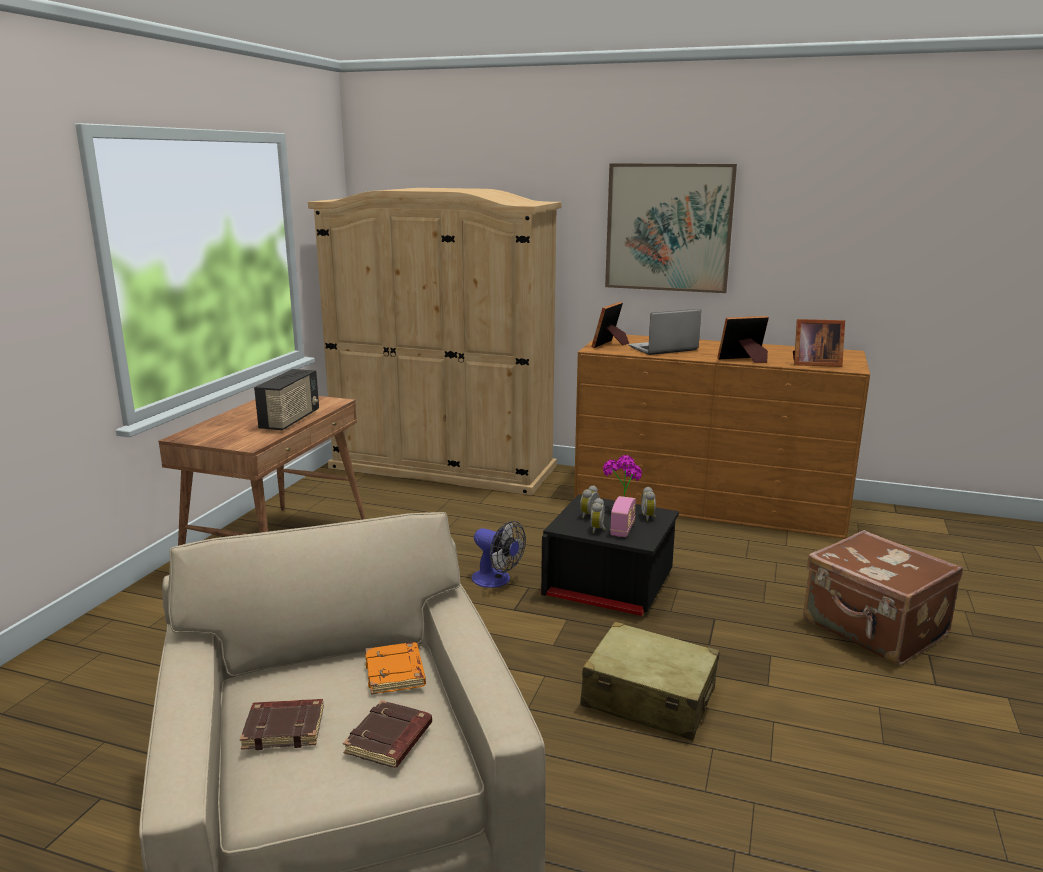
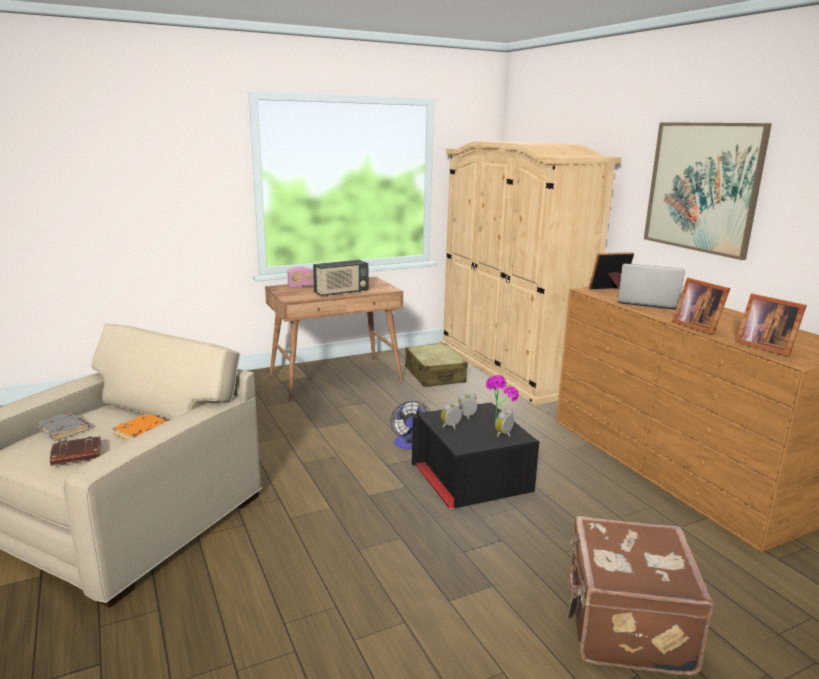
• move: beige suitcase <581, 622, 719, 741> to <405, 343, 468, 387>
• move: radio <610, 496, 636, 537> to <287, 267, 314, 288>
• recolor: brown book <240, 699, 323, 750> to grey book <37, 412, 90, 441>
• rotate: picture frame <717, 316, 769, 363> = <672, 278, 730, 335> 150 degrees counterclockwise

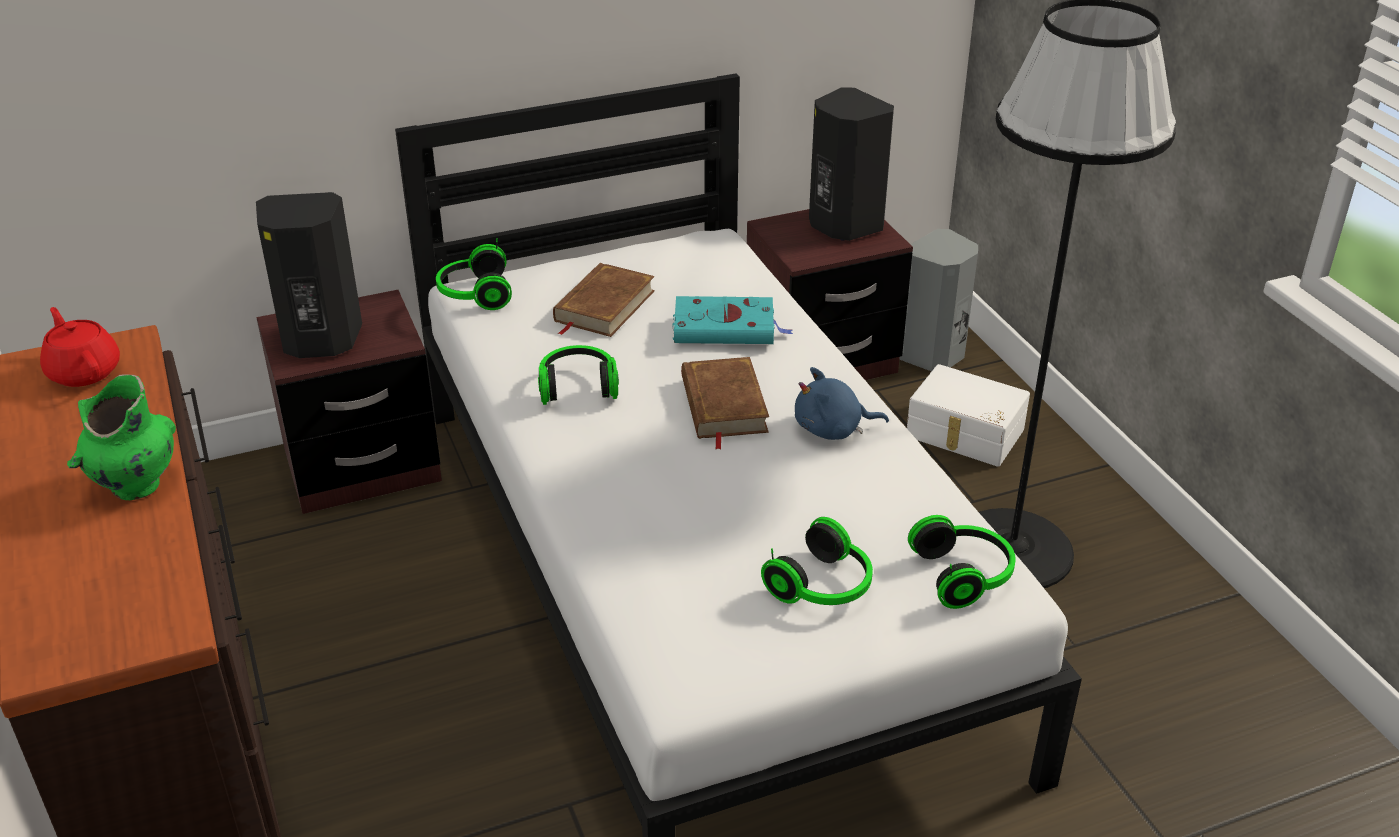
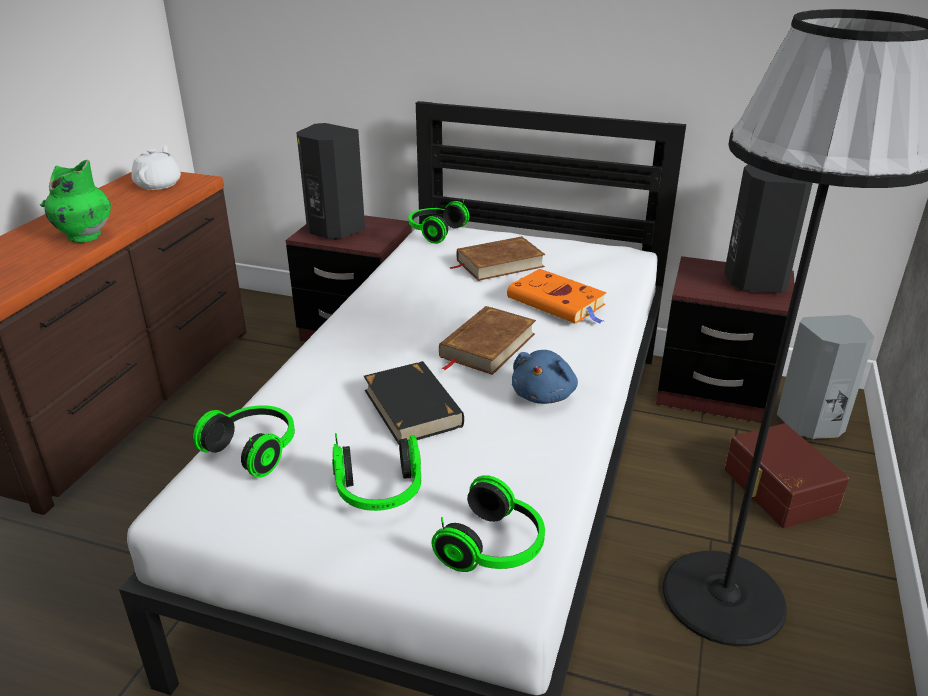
• insert: black book <364, 361, 464, 445>
• move: headphones <538, 345, 619, 405> to <193, 405, 295, 478>
• recolor: red teapot <40, 307, 120, 387> to white teapot <131, 145, 181, 190>
• recolor: turquoise book <672, 296, 793, 344> to orange book <507, 269, 606, 324>
• recolor: white storage box <907, 364, 1030, 466> to brown storage box <725, 423, 849, 528>
• rotate: blue plush toy <795, 367, 889, 440> = <512, 350, 578, 404> 105 degrees counterclockwise

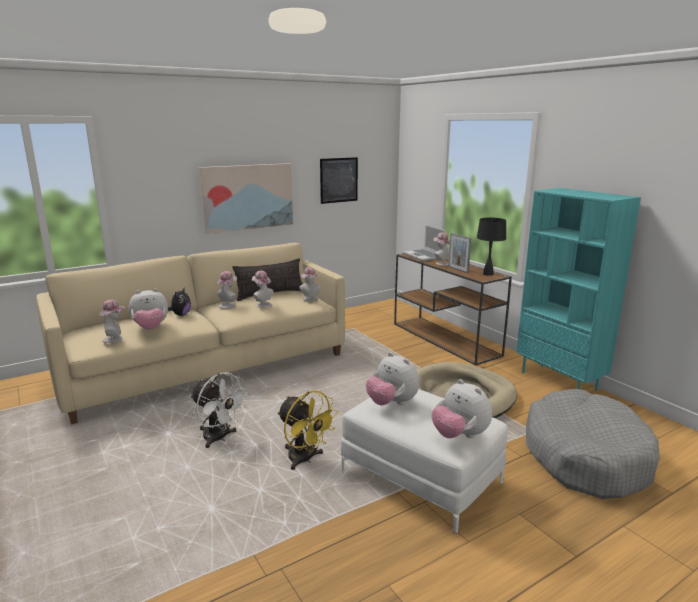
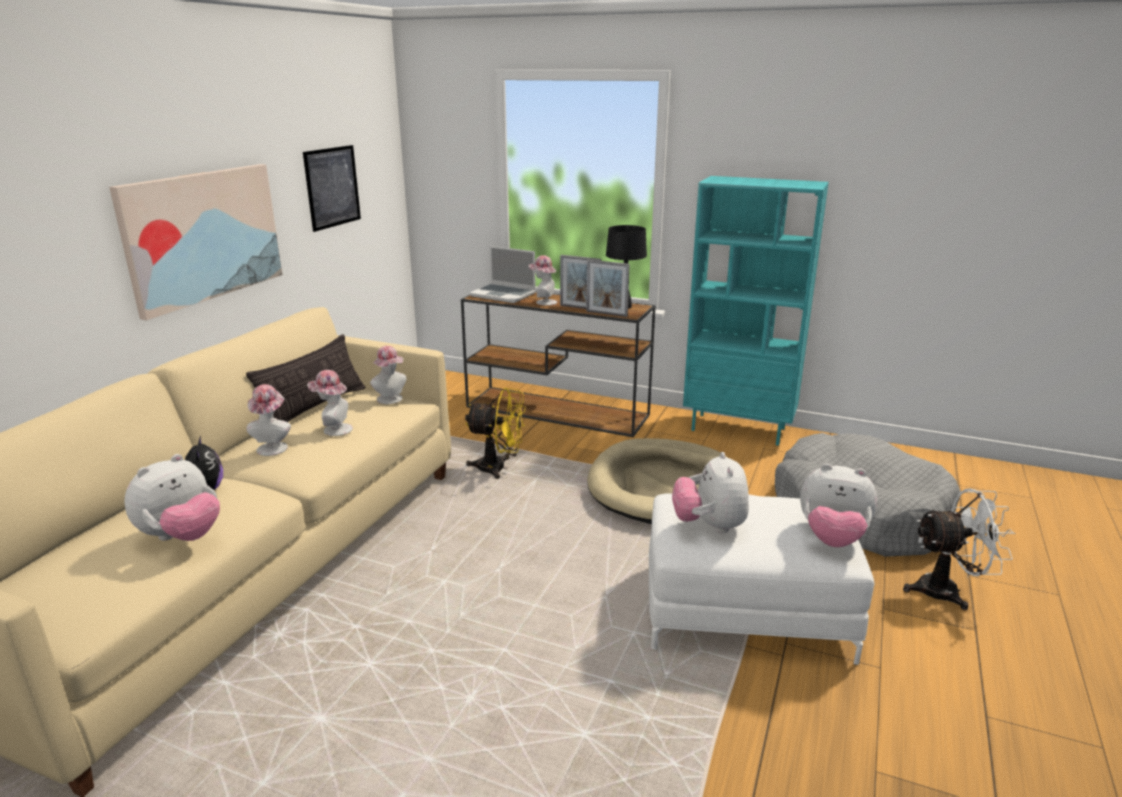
• delete: hat <99, 300, 125, 343>
• insert: picture frame <586, 259, 630, 317>
• move: white fan <190, 372, 248, 448> to <903, 489, 1016, 610>
• move: yellow fan <277, 390, 338, 470> to <465, 387, 526, 479>
• rotate: plush toy <366, 352, 419, 405> = <672, 452, 749, 534> 75 degrees clockwise

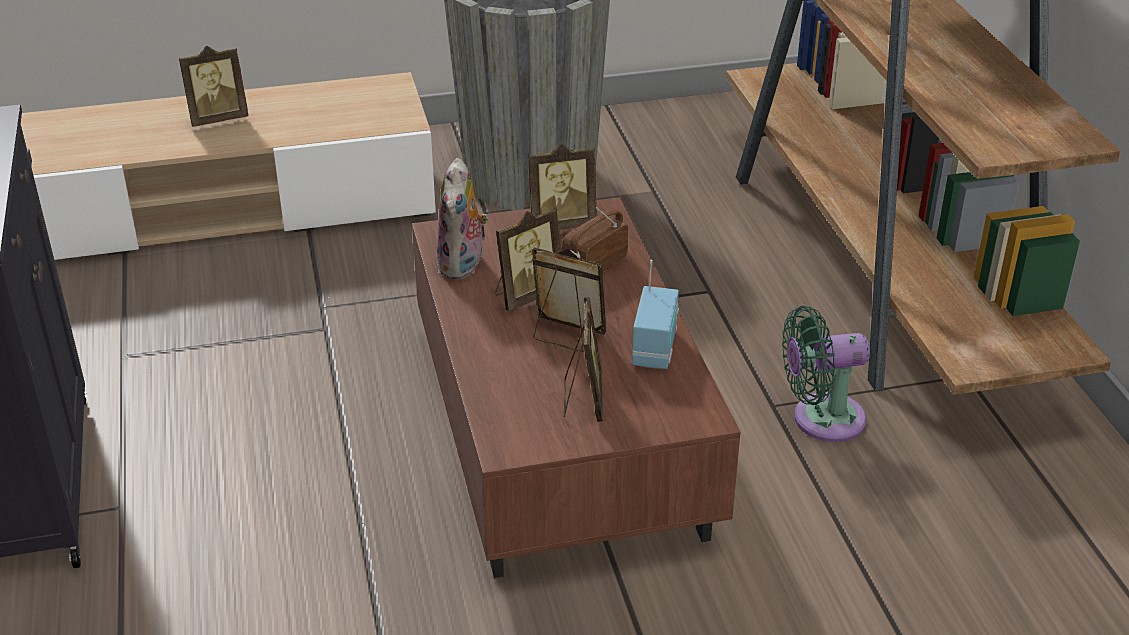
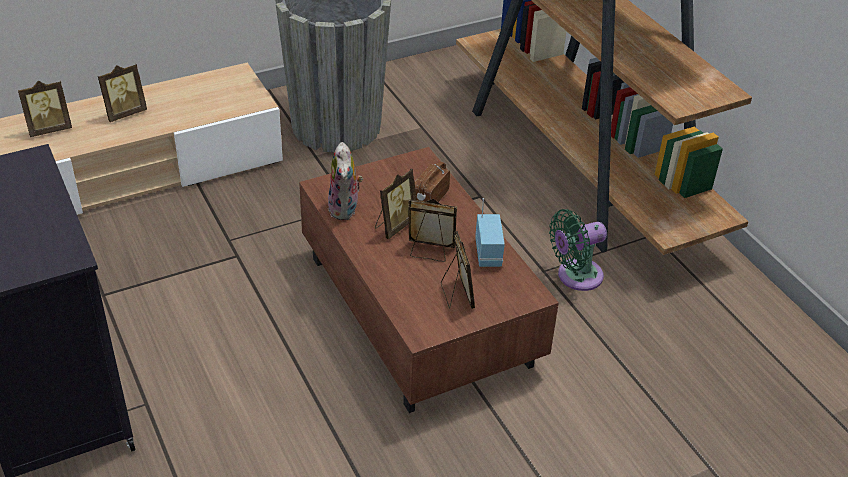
• move: picture frame <528, 143, 597, 229> to <18, 81, 72, 137>

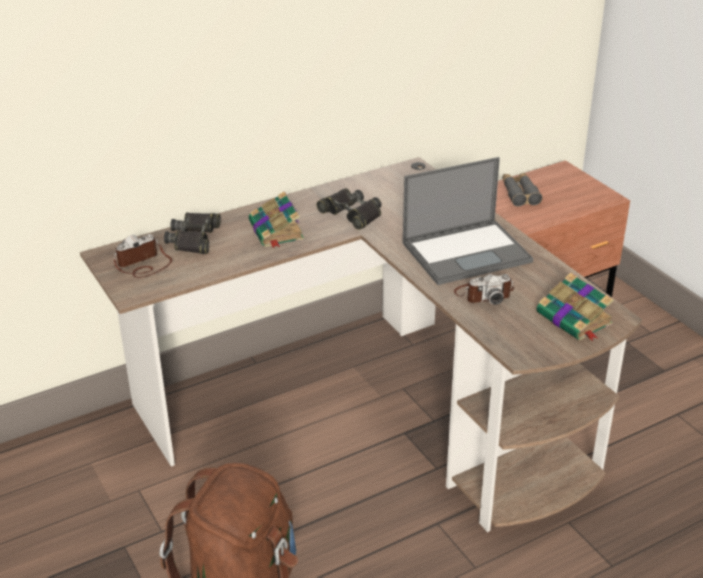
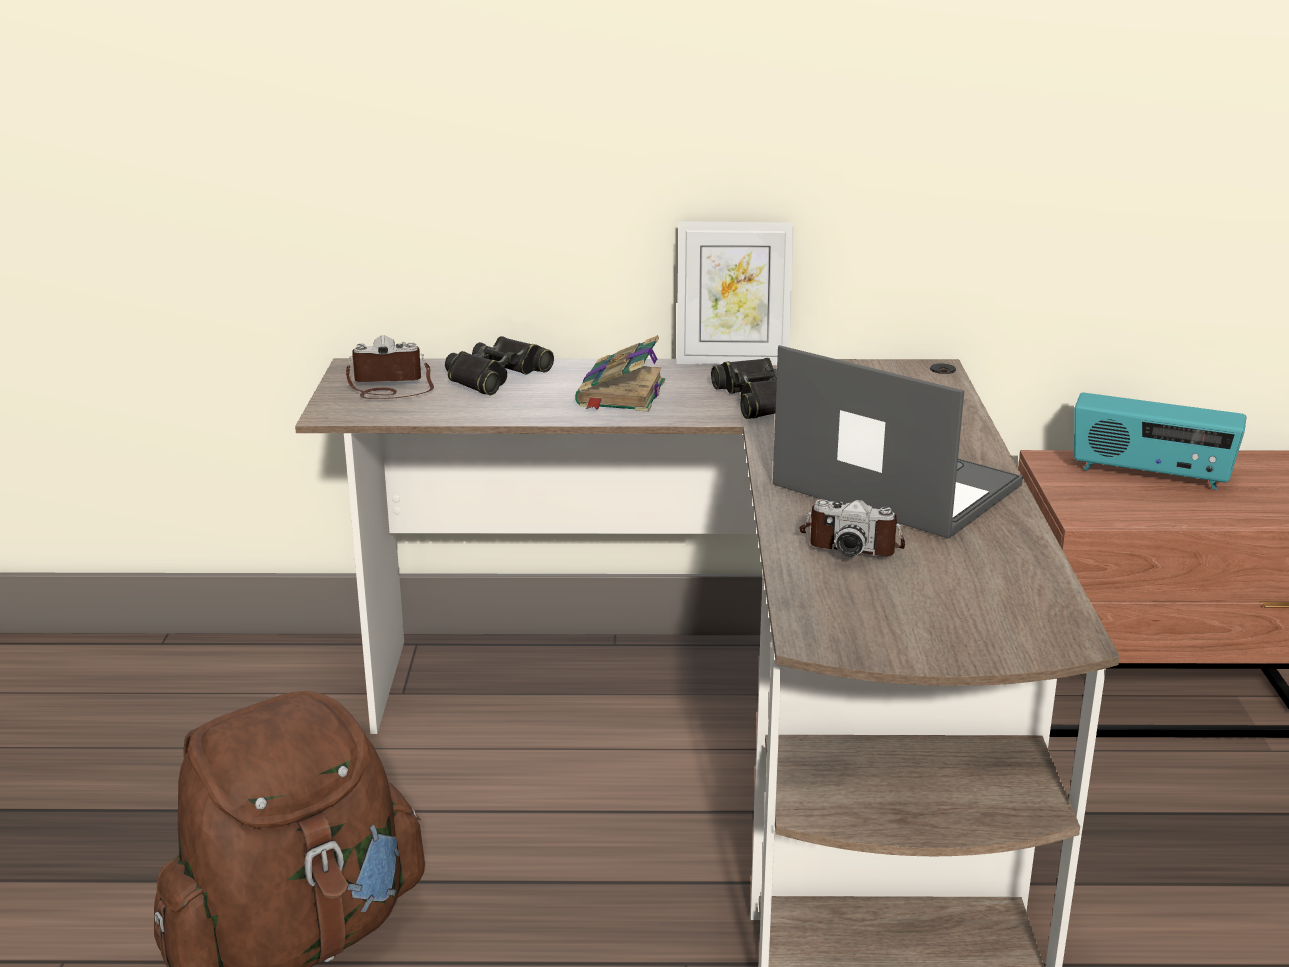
• delete: book <536, 273, 614, 341>
• insert: picture frame <677, 221, 794, 365>
• replace: grey binoculars <503, 173, 543, 207> to radio <1074, 393, 1246, 490>
• rotate: laptop <403, 157, 533, 285> = <773, 345, 1023, 539> 150 degrees counterclockwise

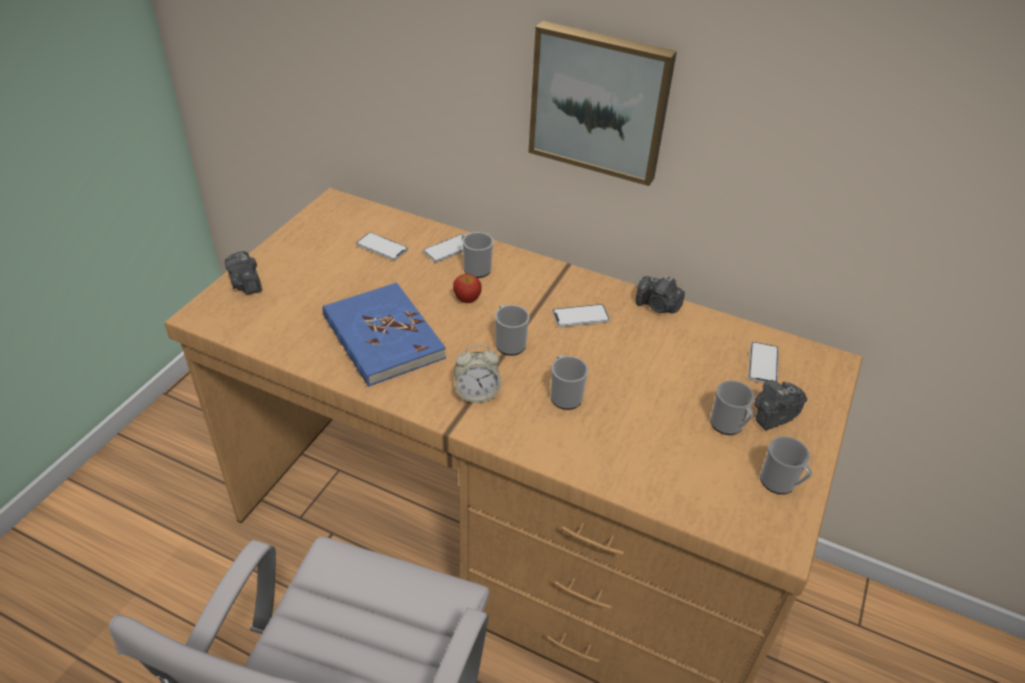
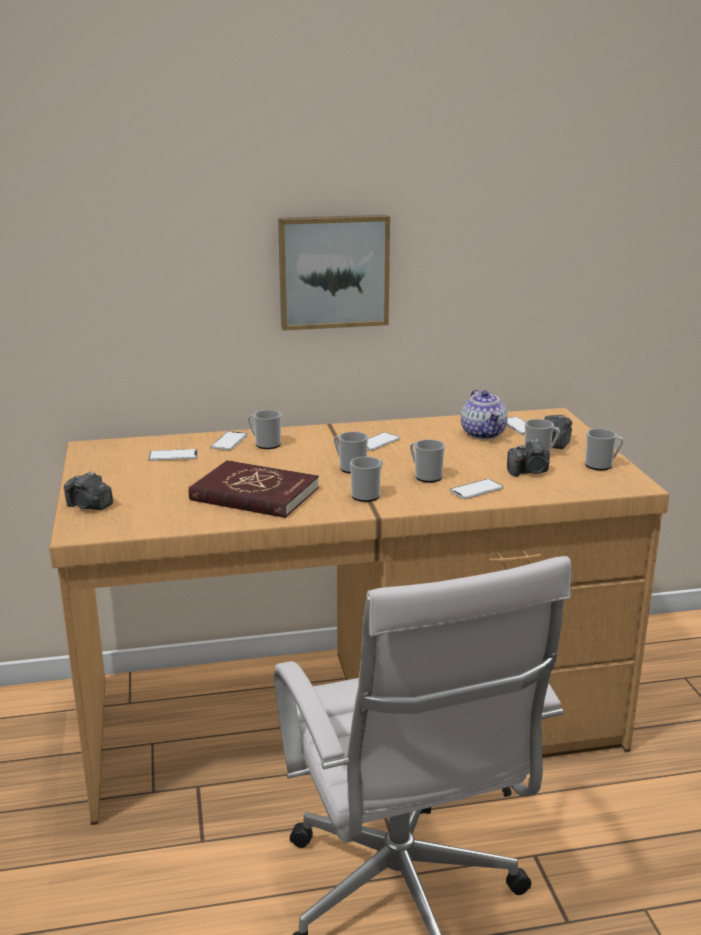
• delete: apple <453, 274, 481, 303>
• insert: phone <449, 479, 504, 499>
• insert: teapot <461, 390, 508, 439>
• move: photo camera <636, 276, 685, 313> to <507, 439, 550, 477>
• replace: alarm clock <454, 345, 502, 403> to mug <350, 457, 382, 502>
• recolor: blue book <323, 283, 446, 387> to red book <189, 460, 319, 518>

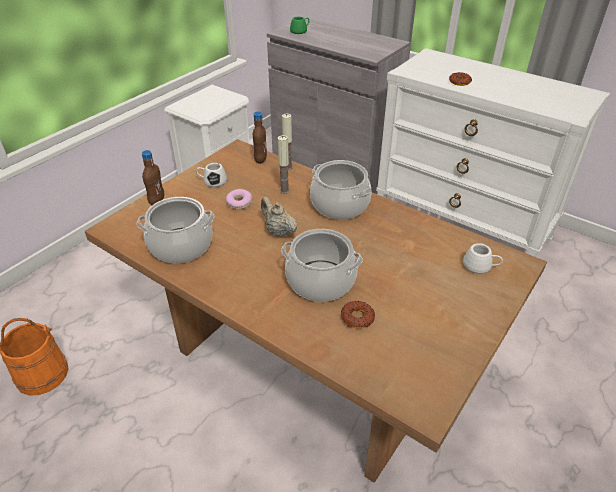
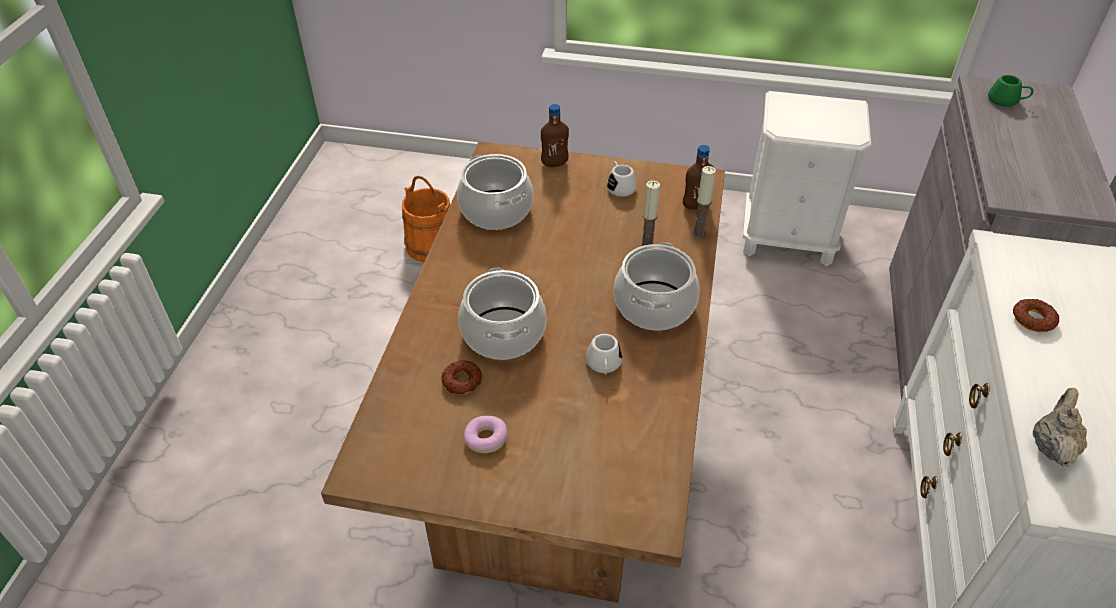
• move: donut <226, 189, 252, 209> to <463, 416, 507, 453>
• move: beige teapot <261, 197, 298, 237> to <1033, 388, 1087, 467>
• move: white mug <463, 243, 503, 274> to <586, 334, 622, 374>

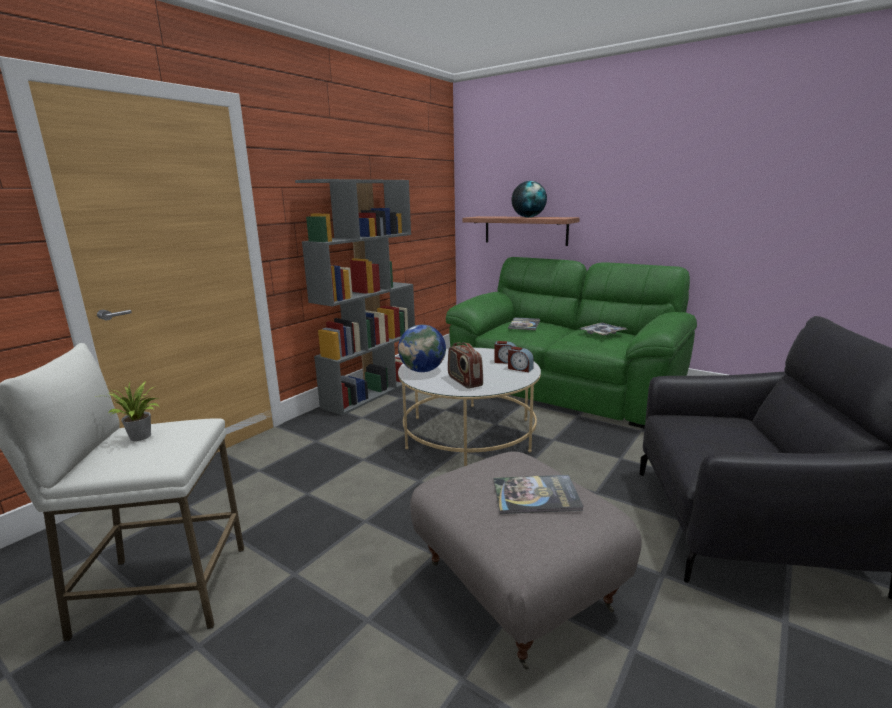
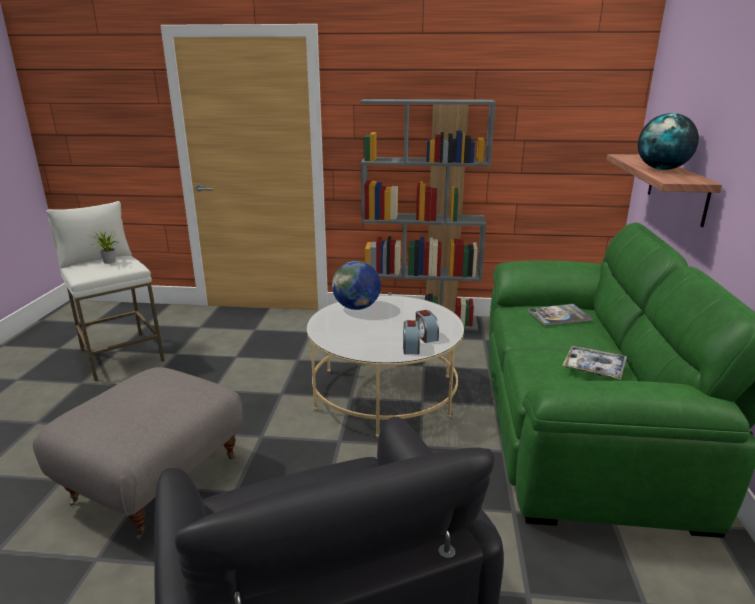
• delete: radio <448, 342, 483, 389>
• delete: book <494, 475, 584, 514>

